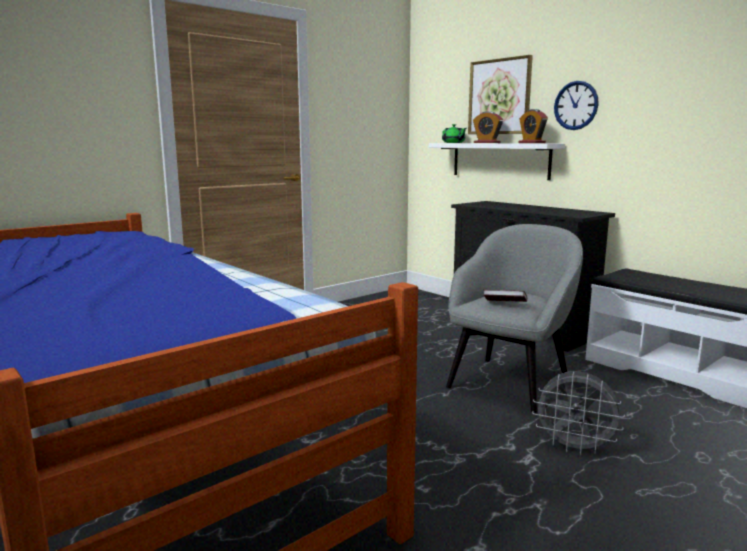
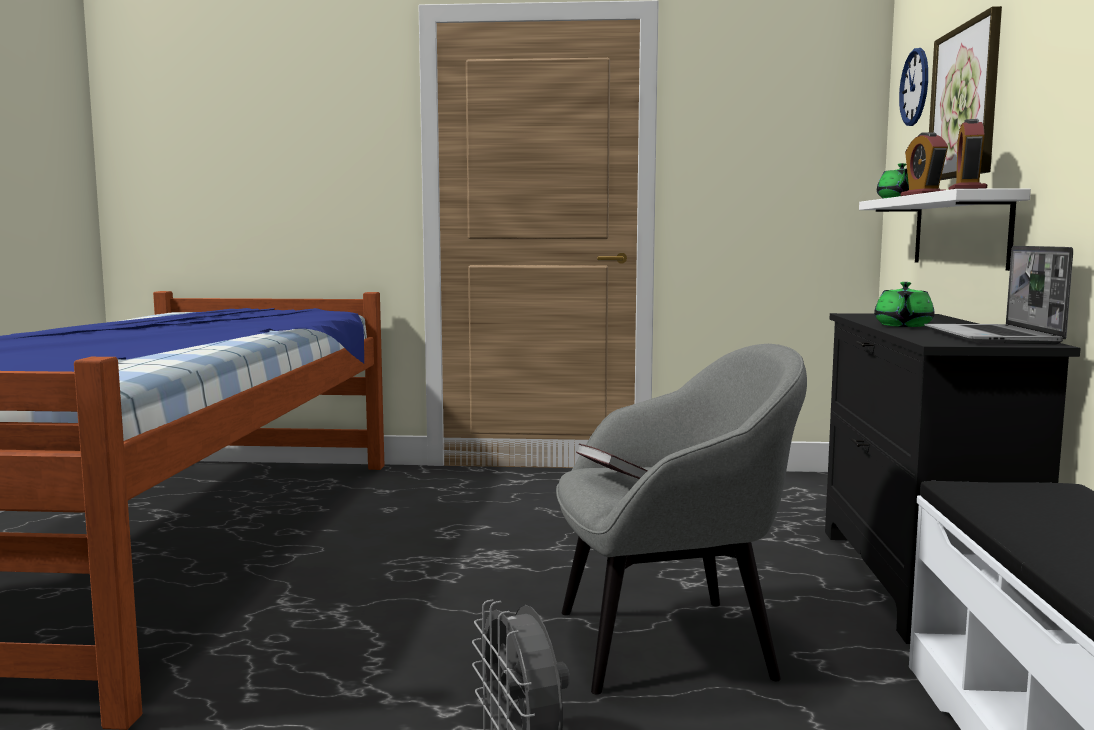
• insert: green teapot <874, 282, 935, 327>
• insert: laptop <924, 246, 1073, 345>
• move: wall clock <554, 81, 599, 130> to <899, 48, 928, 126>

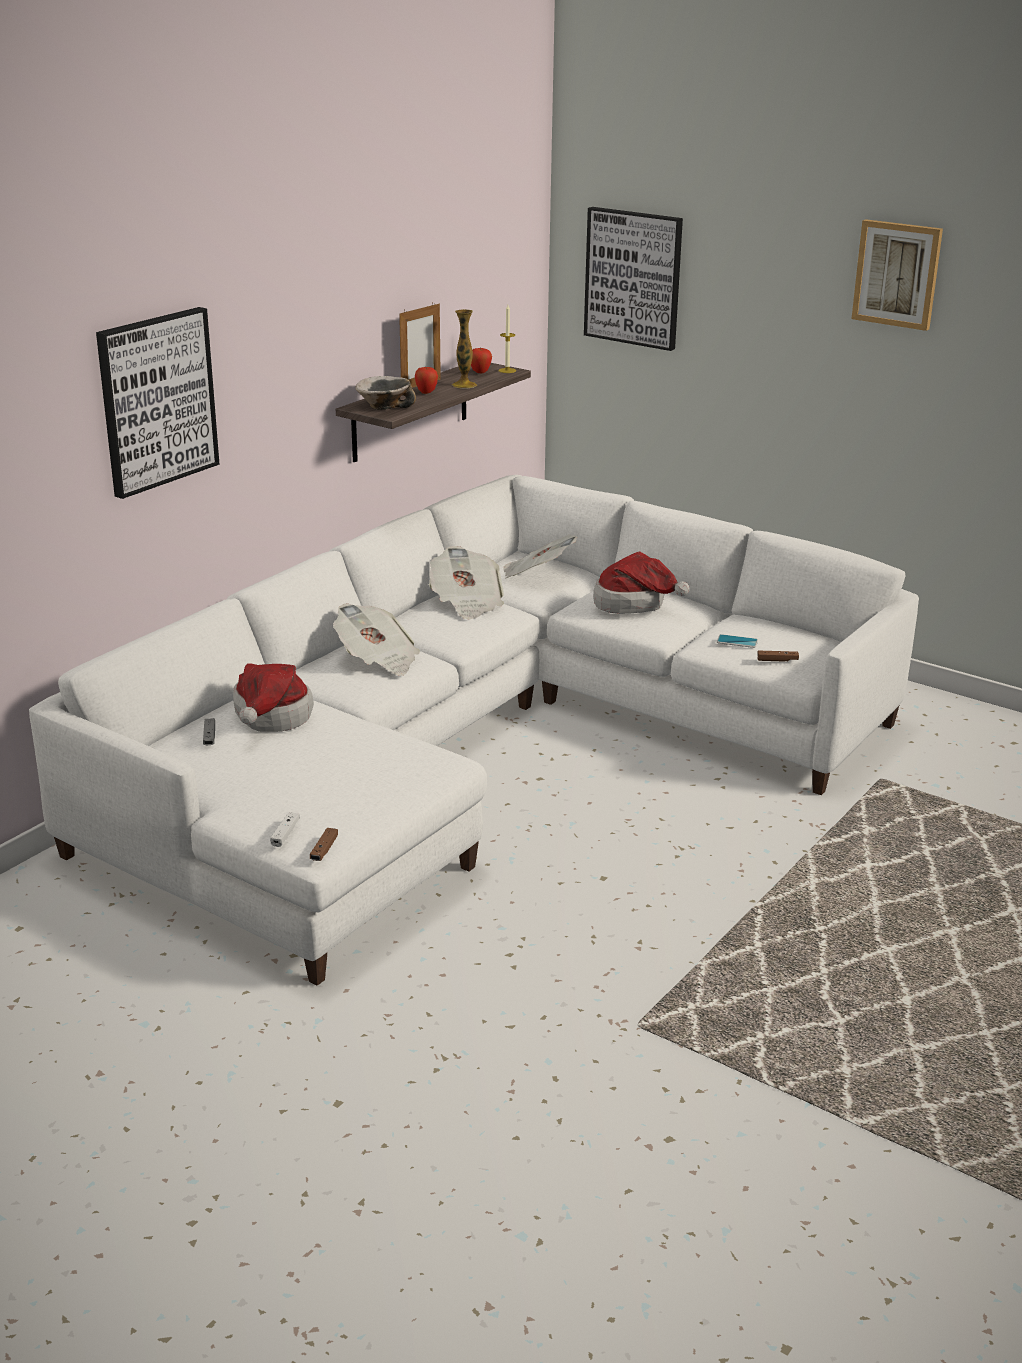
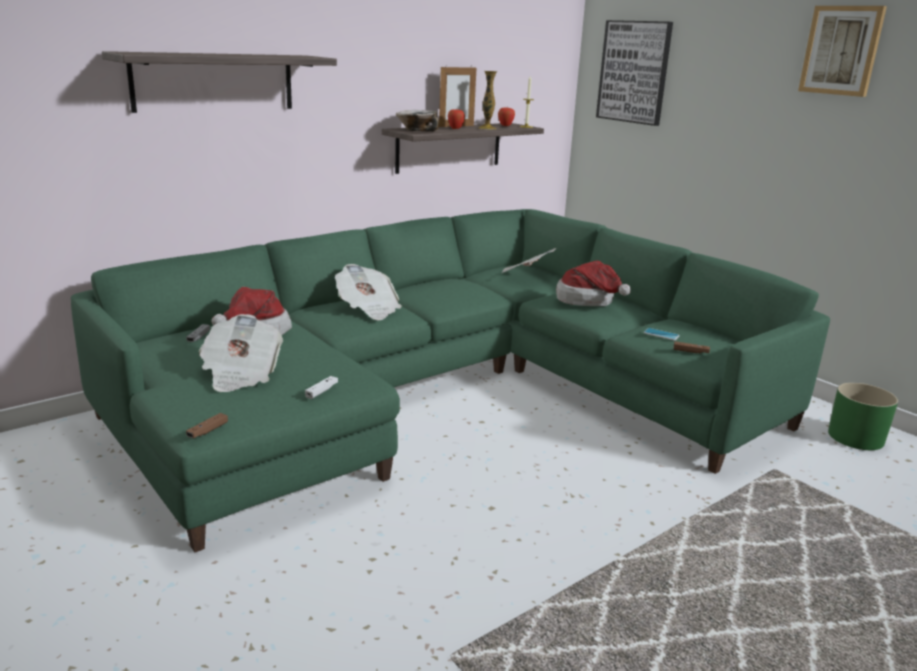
• insert: green planter <828, 382, 898, 450>
• move: white game controller <270, 812, 300, 847> to <305, 376, 338, 399>
• move: newspaper <429, 546, 504, 620> to <199, 314, 283, 392>
• replace: picture <96, 307, 219, 499> to shelf <102, 51, 337, 113>
• recolor: white sofa <29, 475, 919, 986> to green sofa <71, 209, 830, 552>

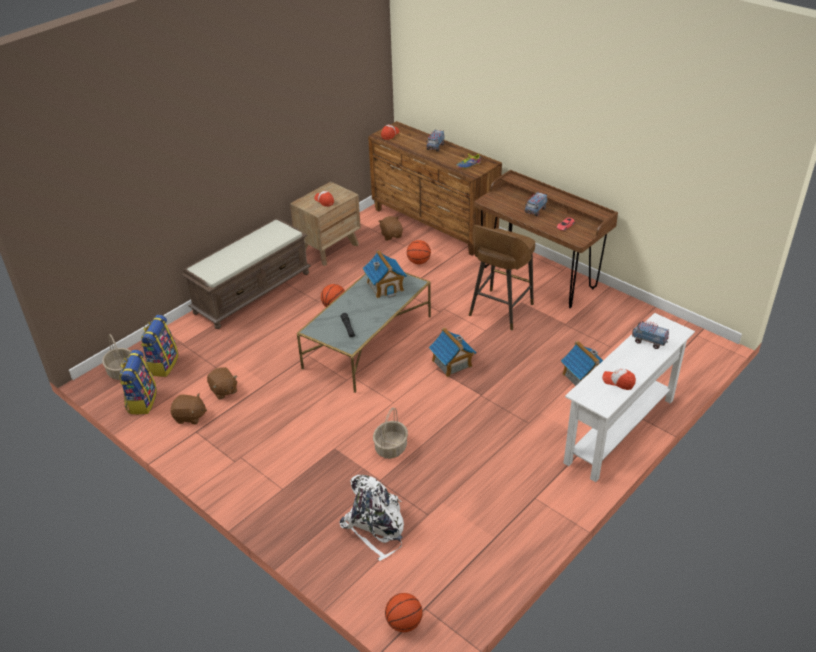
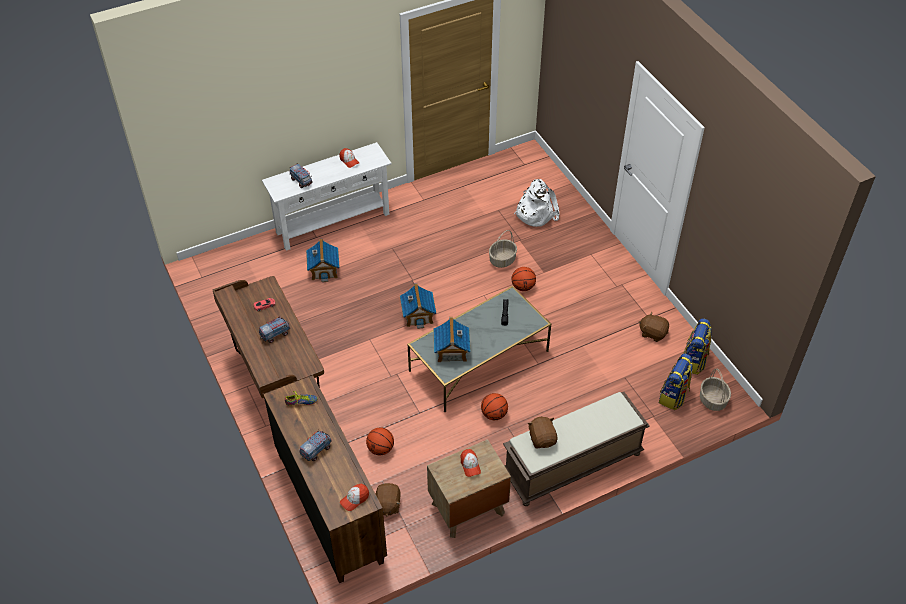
• delete: brown stool <469, 225, 535, 330>
• move: brown plush toy <207, 367, 237, 399> to <527, 417, 558, 448>
• move: basketball <385, 593, 423, 632> to <512, 267, 536, 291>

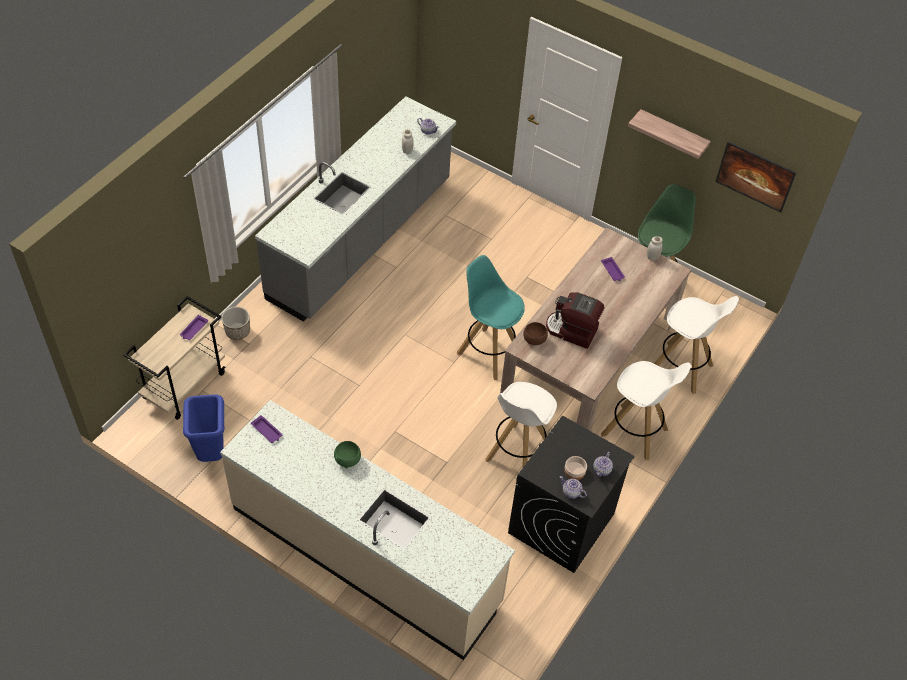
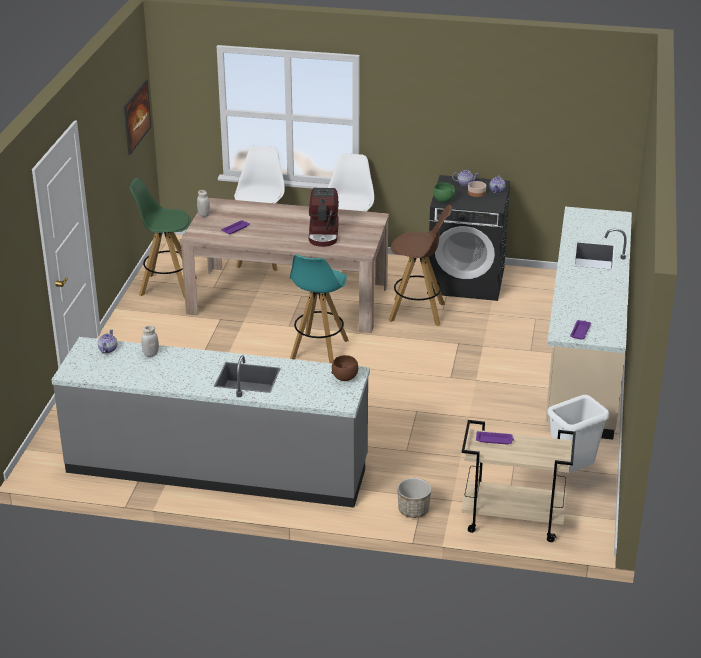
• delete: shelf <628, 109, 711, 159>
• move: green bowl <334, 441, 361, 469> to <433, 183, 455, 202>
• move: brown bowl <523, 322, 548, 345> to <331, 355, 358, 381>
• recolor: blue trash can <183, 395, 224, 462> to white trash can <548, 395, 609, 473>
• recolor: white stool <485, 382, 557, 468> to brown stool <388, 205, 452, 326>

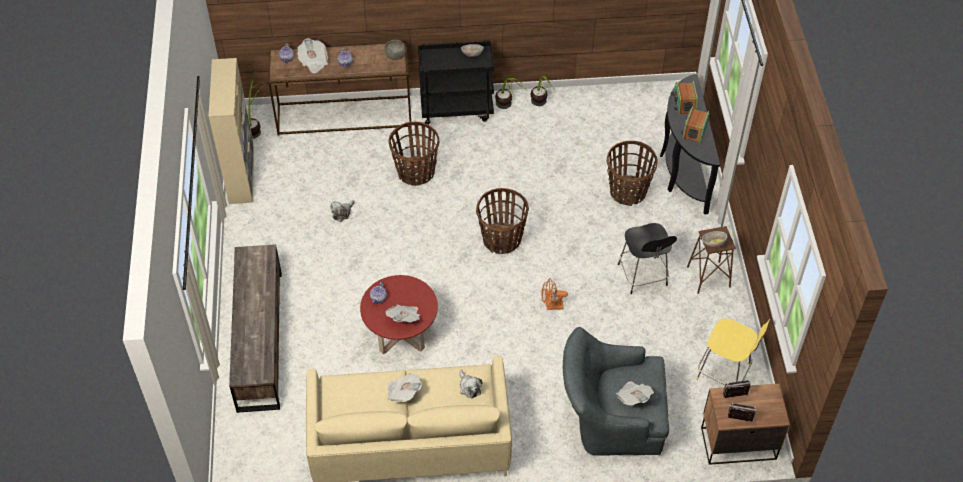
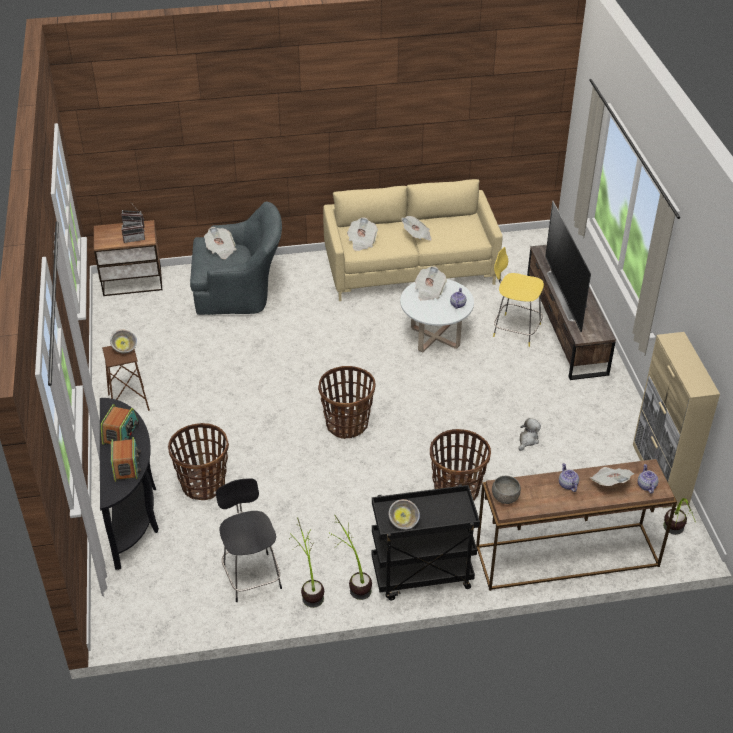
• delete: orange fan <541, 278, 568, 310>
• insert: television <545, 201, 591, 332>
• move: black stool <618, 223, 677, 294> to <216, 478, 282, 602>
• move: yellow stool <696, 318, 770, 385> to <493, 247, 544, 347>
• replace: plush toy <460, 370, 483, 399> to newspaper <347, 218, 378, 251>
• recolor: red coffee table <360, 275, 438, 354> to white coffee table <400, 279, 474, 352>

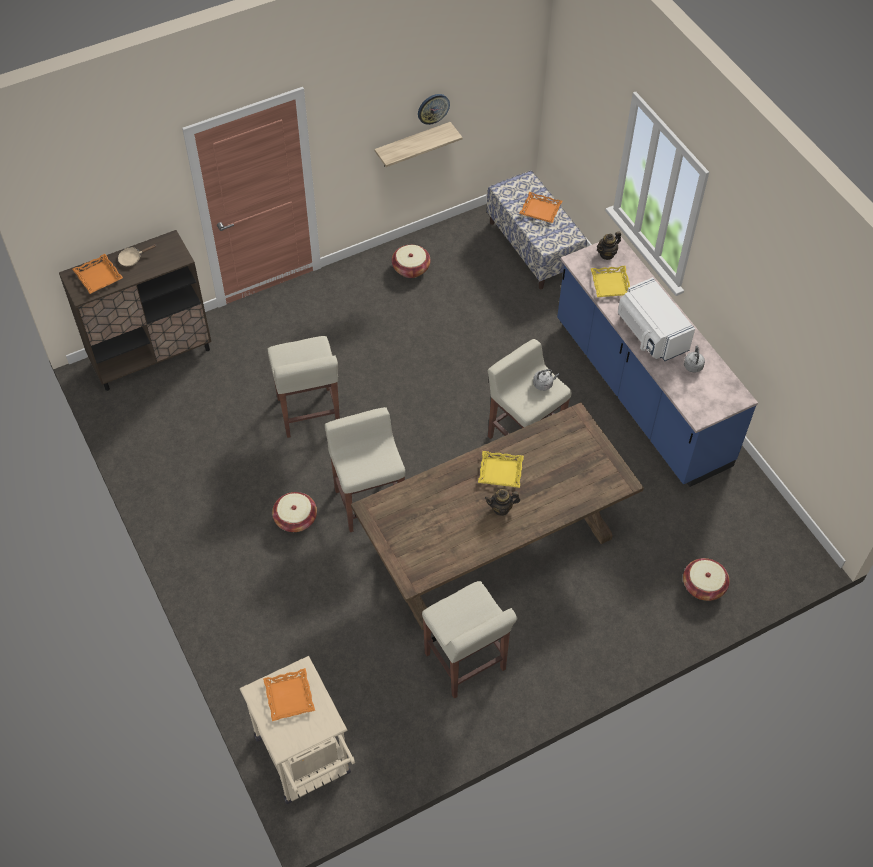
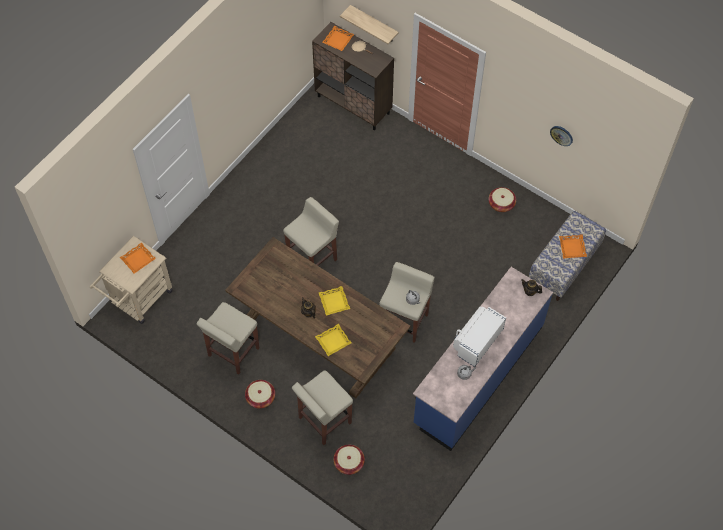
• move: beige stool <268, 336, 340, 438> to <292, 370, 353, 445>
• move: basket <272, 492, 317, 532> to <245, 380, 275, 408>
• move: shelf <374, 122, 463, 167> to <340, 5, 399, 44>
• move: yellow tray <591, 266, 630, 297> to <315, 324, 351, 356>

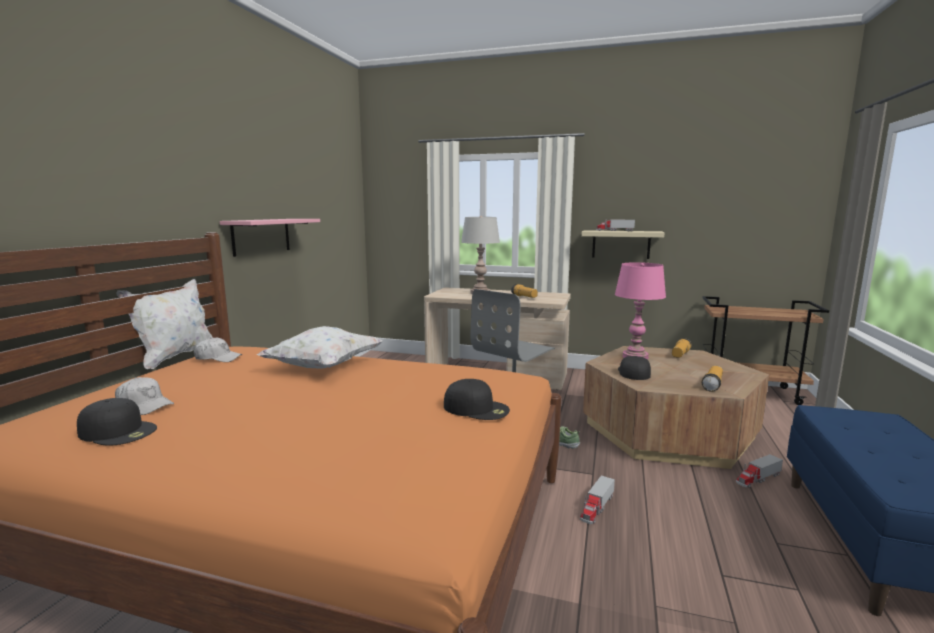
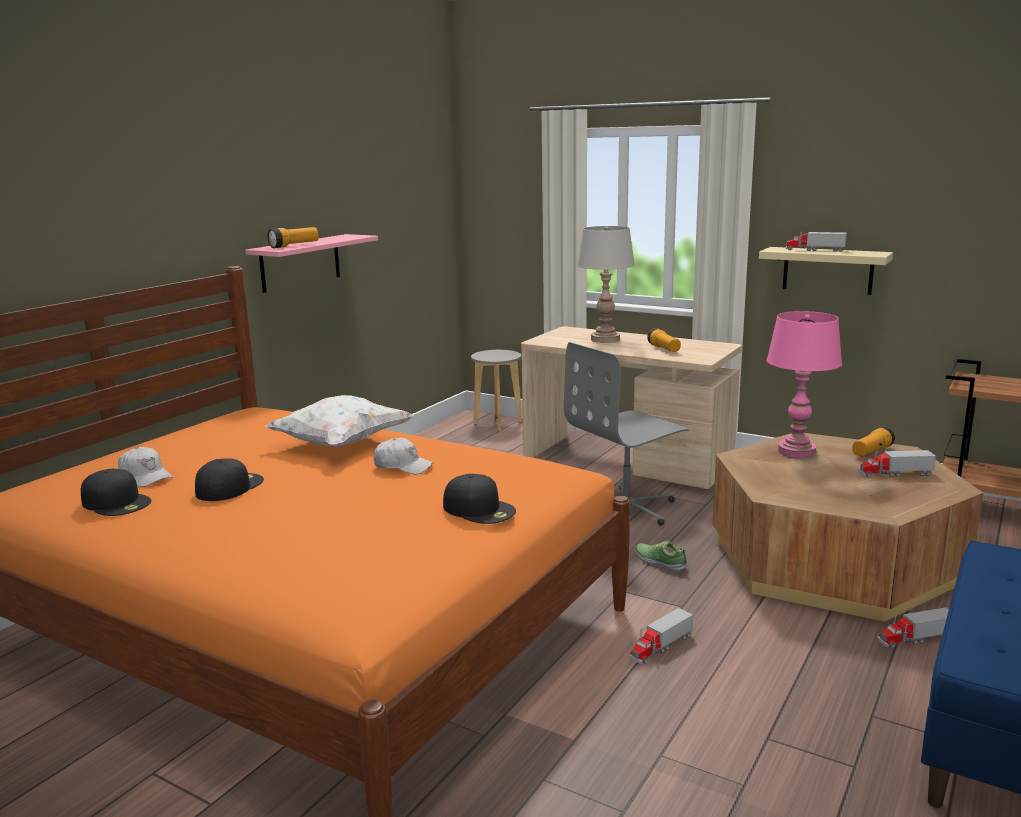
• delete: white pillow <117, 279, 213, 369>
• insert: grey stool <471, 350, 522, 431>
• insert: toy truck <859, 450, 936, 477>
• move: white cap <194, 337, 242, 362> to <373, 438, 434, 475>
• move: black cap <618, 356, 651, 380> to <195, 458, 264, 501>
• move: flashlight <702, 366, 723, 392> to <268, 227, 319, 248>

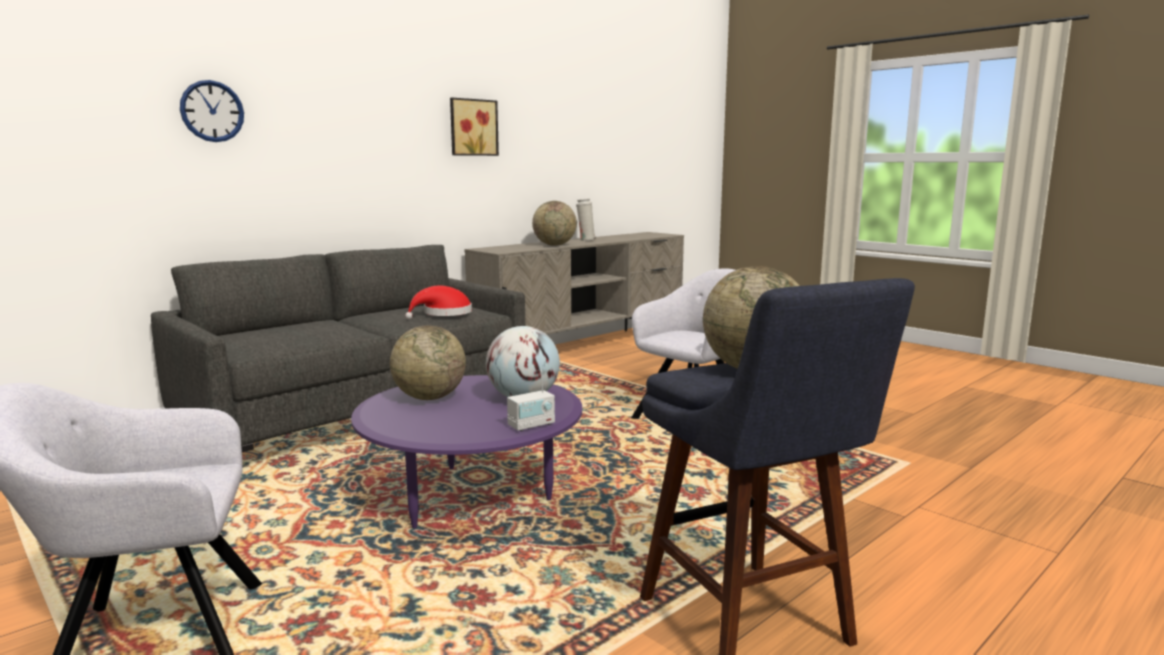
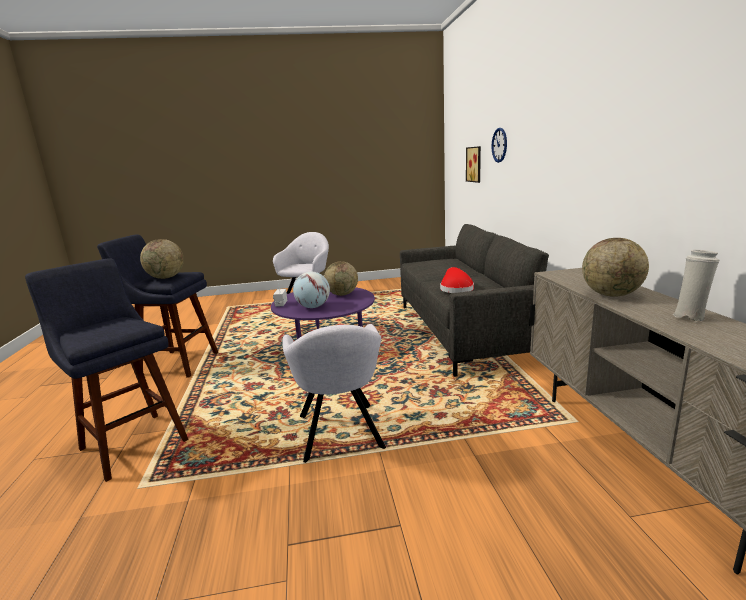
• insert: blue stool <25, 258, 189, 482>
• move: picture <450, 98, 499, 156> to <466, 146, 481, 183>

